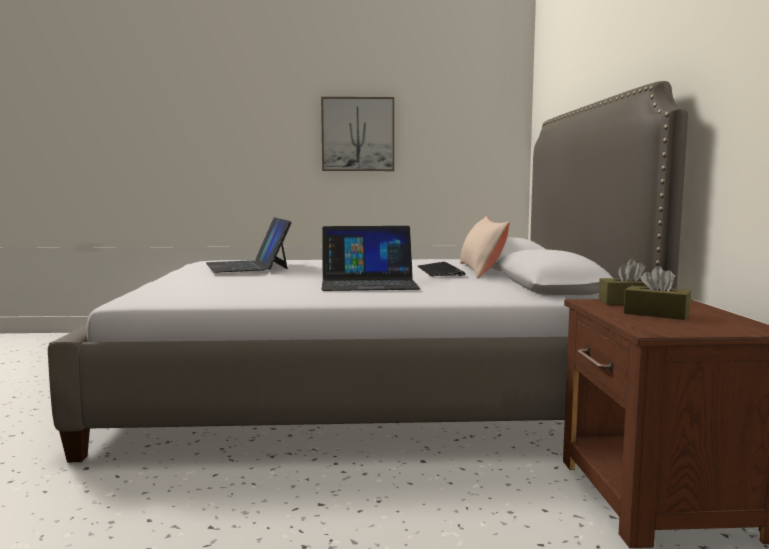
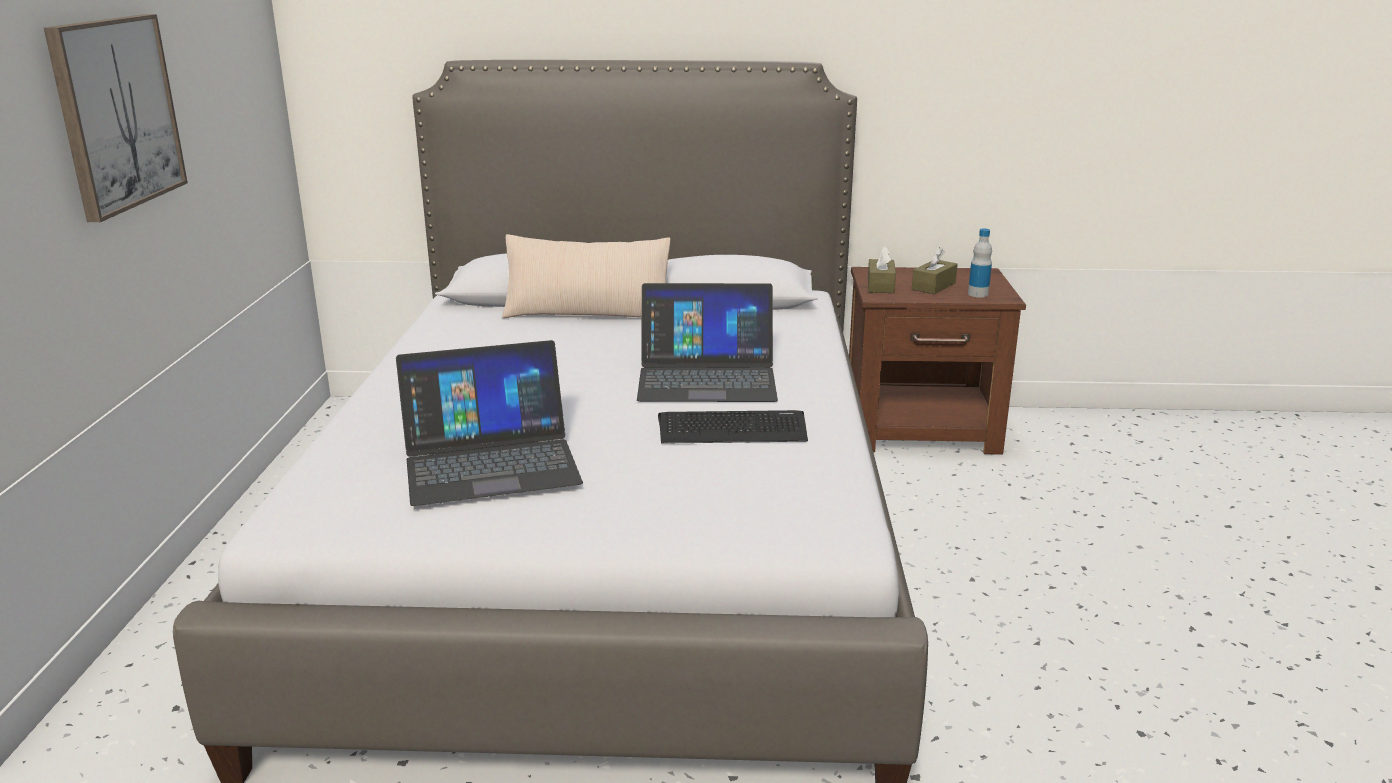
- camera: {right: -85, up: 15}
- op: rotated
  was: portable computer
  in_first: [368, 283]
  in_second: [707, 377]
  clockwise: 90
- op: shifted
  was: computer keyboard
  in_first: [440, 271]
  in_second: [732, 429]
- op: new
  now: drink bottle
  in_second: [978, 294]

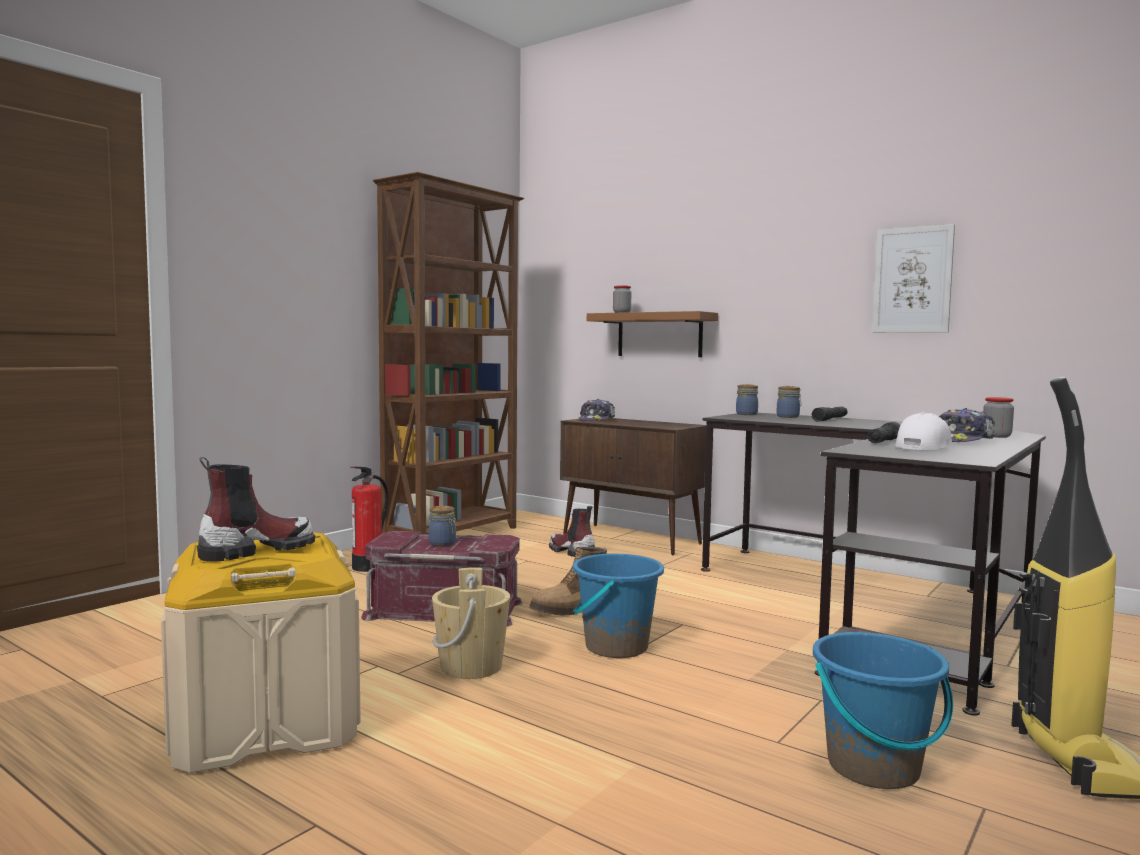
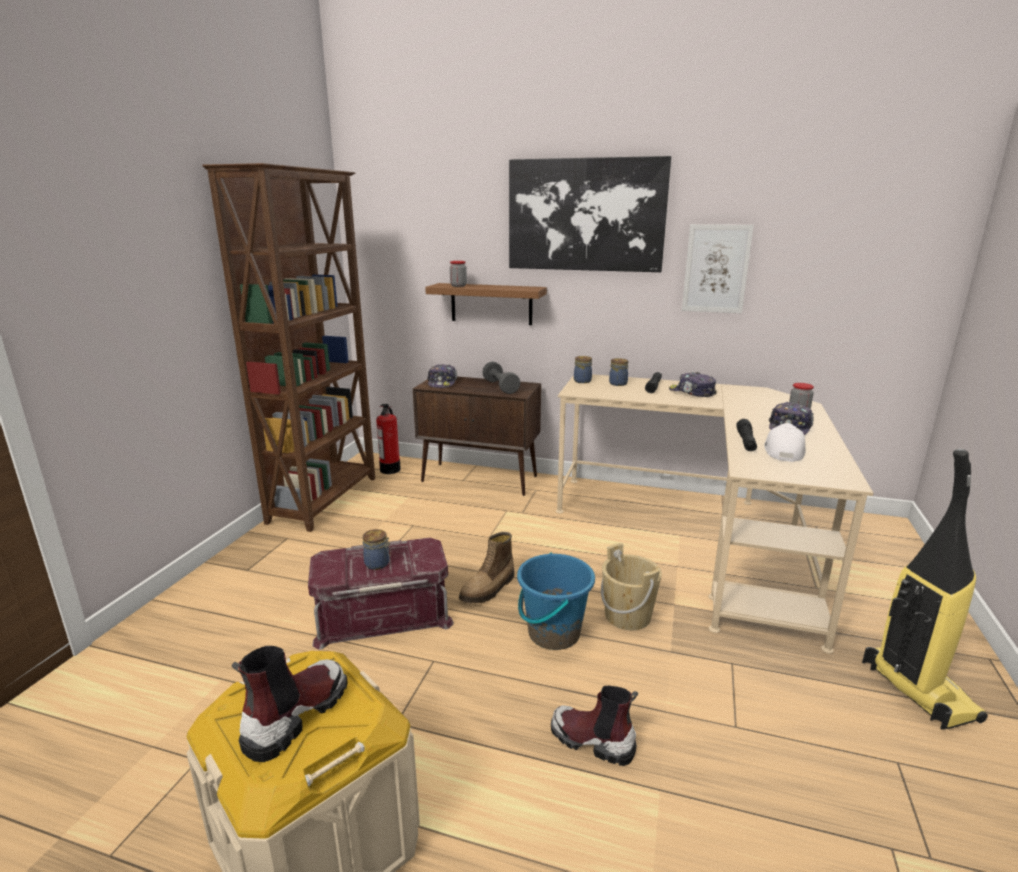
- camera: {right: -20, up: 15}
- op: shifted
  was: fire extinguisher
  in_first: [367, 567]
  in_second: [390, 469]
- op: new
  now: hand weight (grey)
  in_second: [500, 387]
- op: new
  now: picture
  in_second: [586, 215]
- op: shifted
  was: high-top boot
  in_first: [571, 552]
  in_second: [592, 741]
- op: repainted
  was: desk unit (black-coloured)
  now: desk unit (sand-coloured)
  in_first: [876, 608]
  in_second: [700, 536]
- op: shifted
  was: water bucket (sand-coloured)
  in_first: [471, 666]
  in_second: [627, 616]
- op: new
  now: cap
  in_second: [692, 393]
- op: gone
  was: water bucket (bluish)
  in_first: [873, 767]

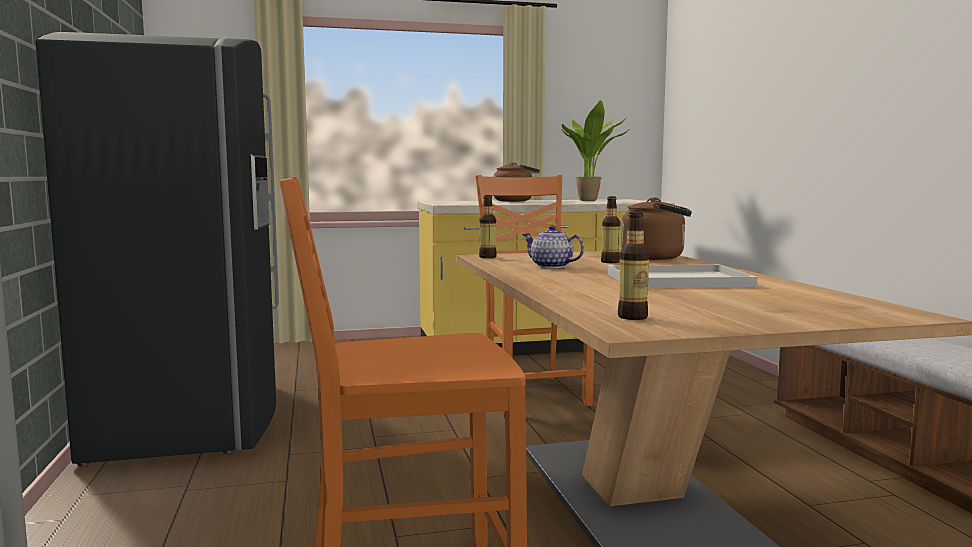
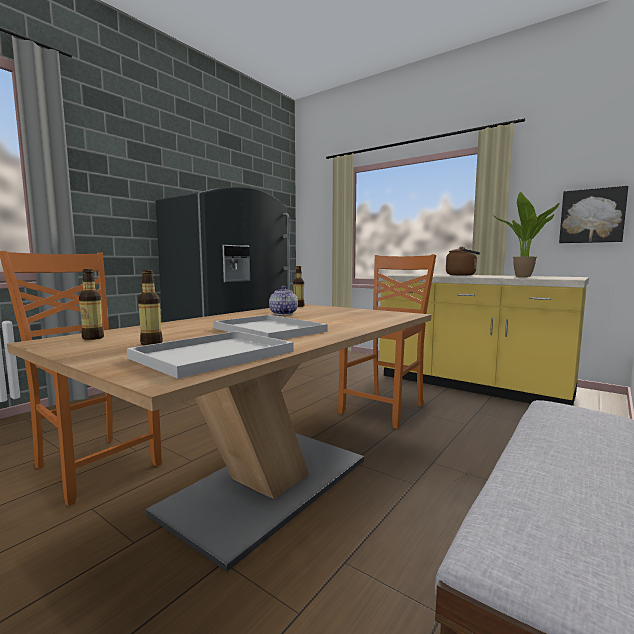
- camera: {right: 50, up: 0}
- op: new
  now: carrying tray (whitish)
  in_second: [211, 355]
- op: shifted
  was: drink bottle
  in_first: [610, 262]
  in_second: [151, 343]
- op: new
  now: picture
  in_second: [592, 216]
- op: gone
  was: water kettle (brown-coloured)
  in_first: [657, 258]

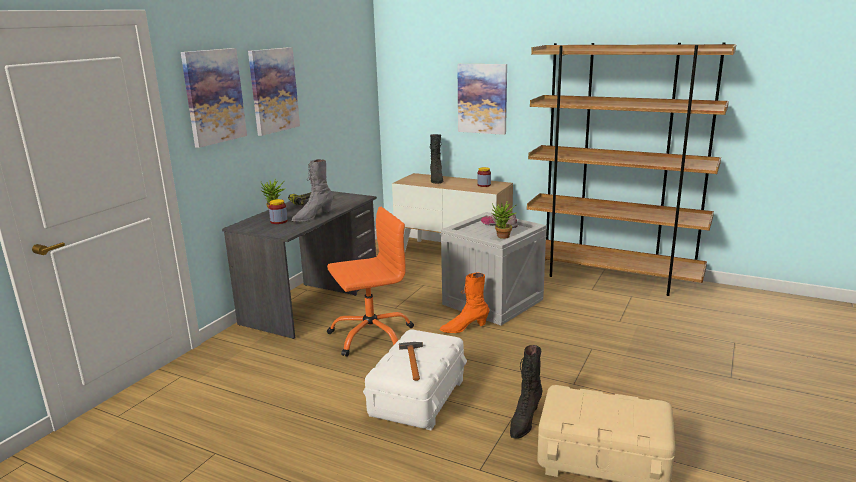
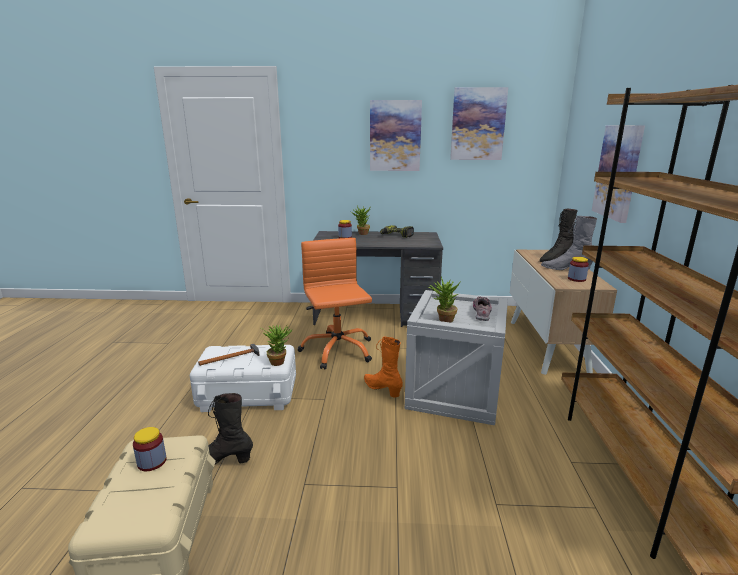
- camera: {right: 65, up: 0}
- op: new
  now: preserve jar
  in_second: [152, 462]
- op: new
  now: houseplant
  in_second: [279, 361]
- op: rotated
  was: computer chair (orange)
  in_first: [371, 336]
  in_second: [337, 350]
  clockwise: -150
- op: shifted
  was: picture
  in_first: [214, 96]
  in_second: [478, 124]
- op: shifted
  was: high-top boot (grey)
  in_first: [312, 217]
  in_second: [566, 269]

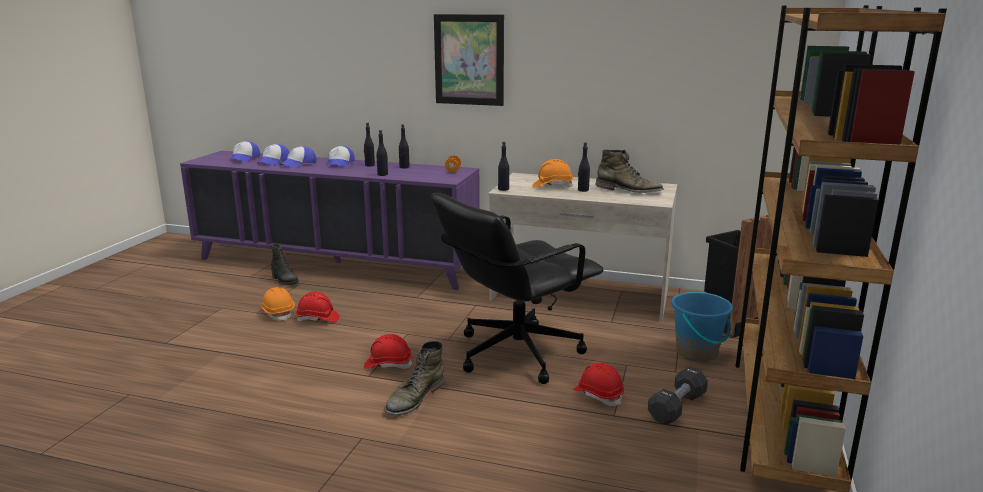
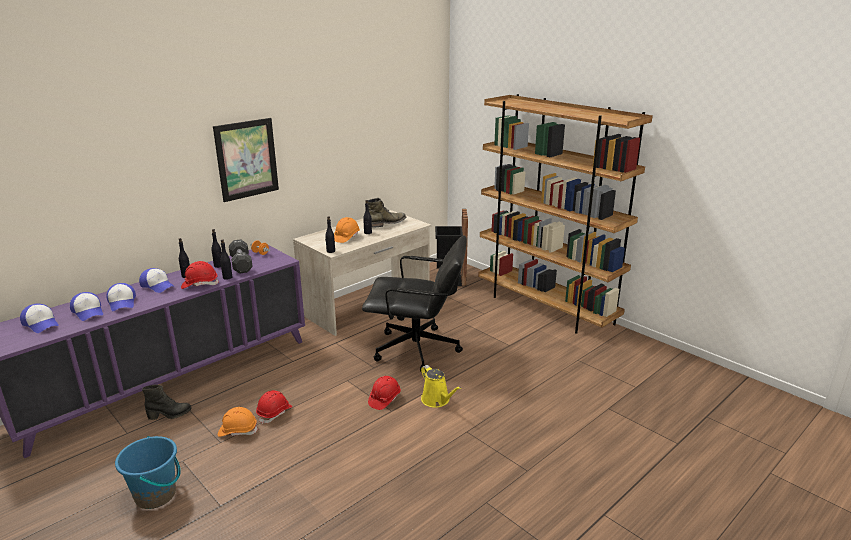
- camera: {right: -60, up: 5}
- op: shifted
  was: water bucket (bluish)
  in_first: [697, 352]
  in_second: [156, 495]
- op: shifted
  was: safety helmet (red)
  in_first: [598, 395]
  in_second: [200, 284]
- op: shifted
  was: hand weight (black-coloured)
  in_first: [677, 407]
  in_second: [241, 264]
- op: rotated
  was: computer chair (black-coloured)
  in_first: [516, 353]
  in_second: [417, 350]
  clockwise: -75
- op: swapped
  was: high-top boot (green)
  now: watering pot (yellow)
  in_first: [414, 398]
  in_second: [437, 400]

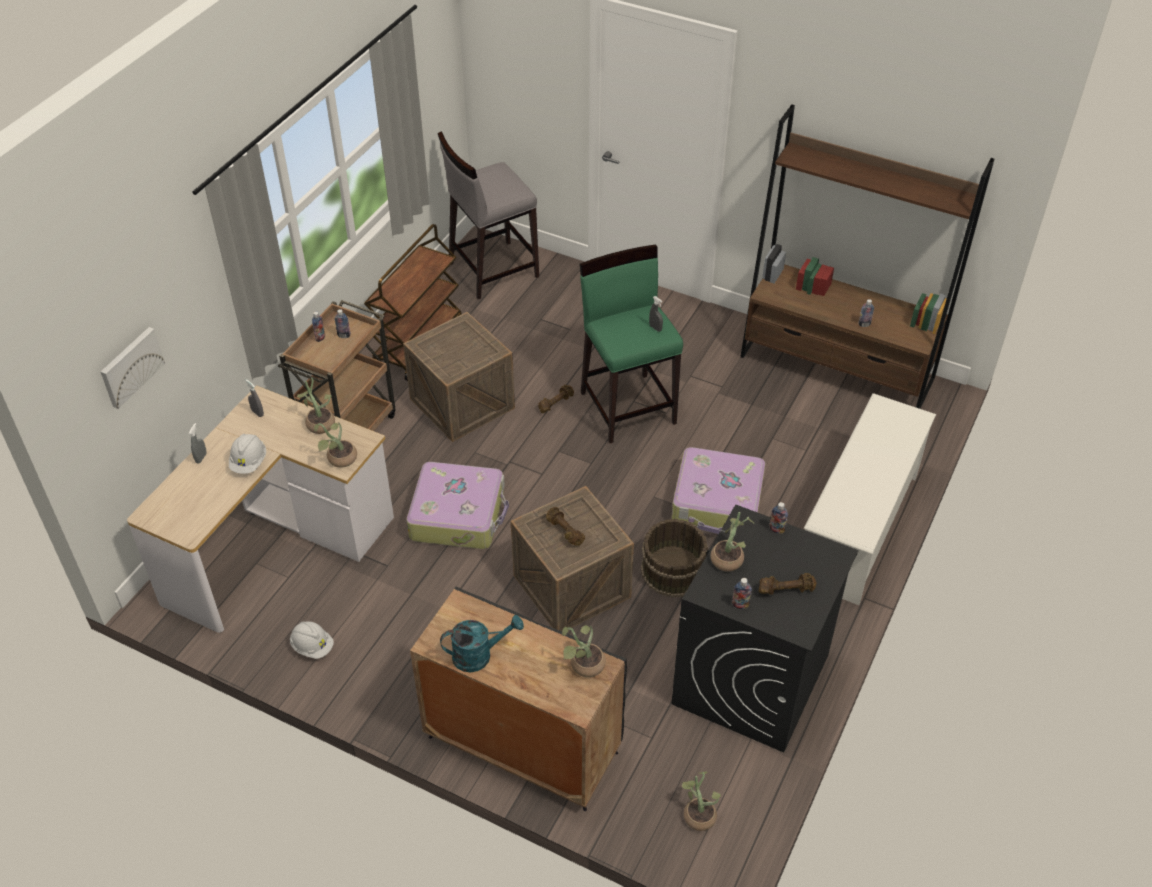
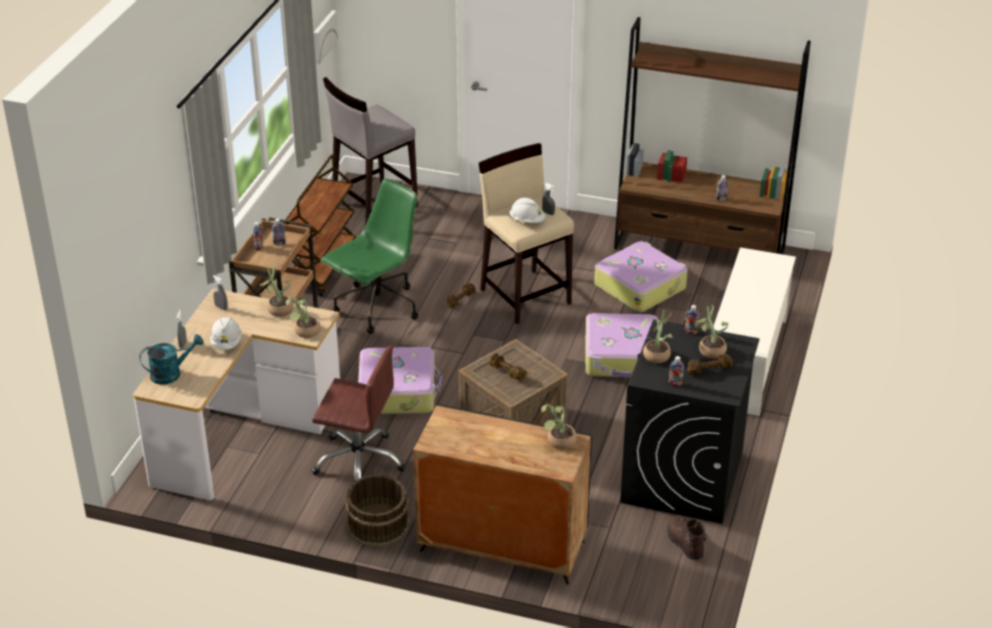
- camera: {right: -10, up: -10}
- op: shifted
  was: watering pot (turquoise)
  in_first: [479, 655]
  in_second: [171, 373]
- op: new
  now: computer chair (brown-coloured)
  in_second: [359, 462]
- op: shifted
  was: picture
  in_first: [130, 366]
  in_second: [323, 36]
- op: swapped
  was: shipping crate
  now: computer chair (green)
  in_first: [462, 403]
  in_second: [376, 308]
- op: shifted
  was: water bucket (brown-coloured)
  in_first: [672, 570]
  in_second: [377, 524]
- op: repainted
  was: stool seat (green)
  now: stool seat (sand-coloured)
  in_first: [628, 407]
  in_second: [525, 296]
- op: shifted
  was: safety helmet (whitish)
  in_first: [312, 646]
  in_second: [527, 220]
- op: new
  now: travel case
  in_second: [640, 286]
- op: new
  now: high-top boot (brown-coloured)
  in_second: [684, 543]
- op: shifted
  was: houseplant
  in_first: [698, 813]
  in_second: [710, 349]

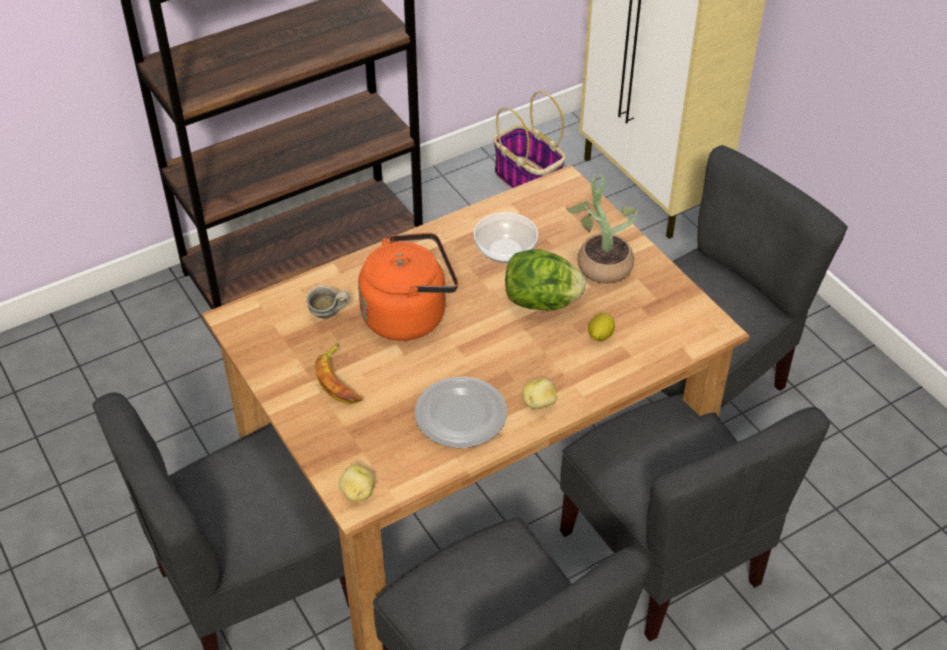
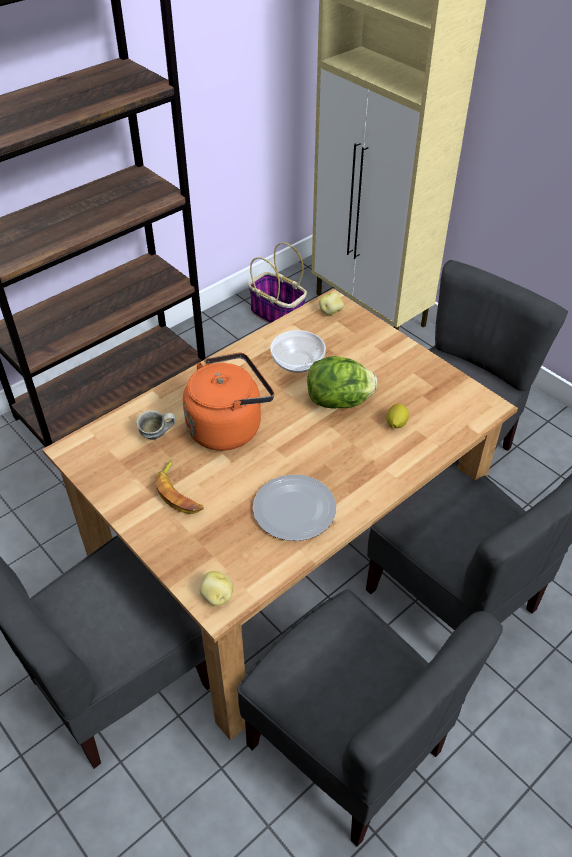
- camera: {right: -10, up: 0}
- op: shifted
  was: potato
  in_first: [539, 403]
  in_second: [331, 312]
- op: gone
  was: houseplant
  in_first: [600, 263]

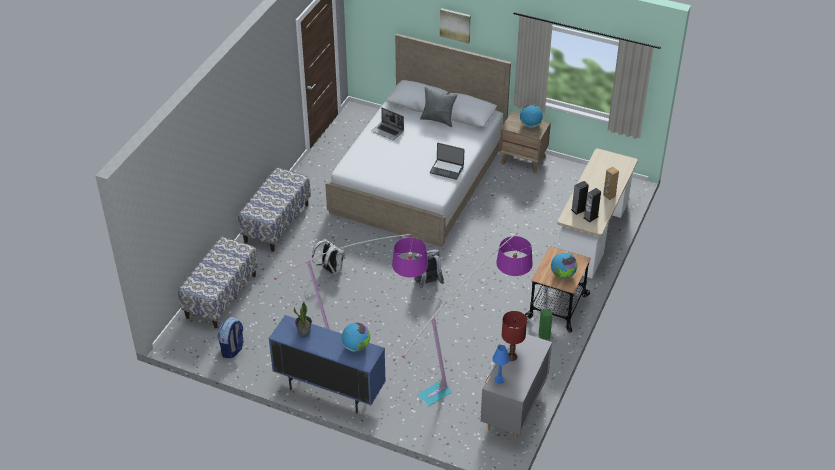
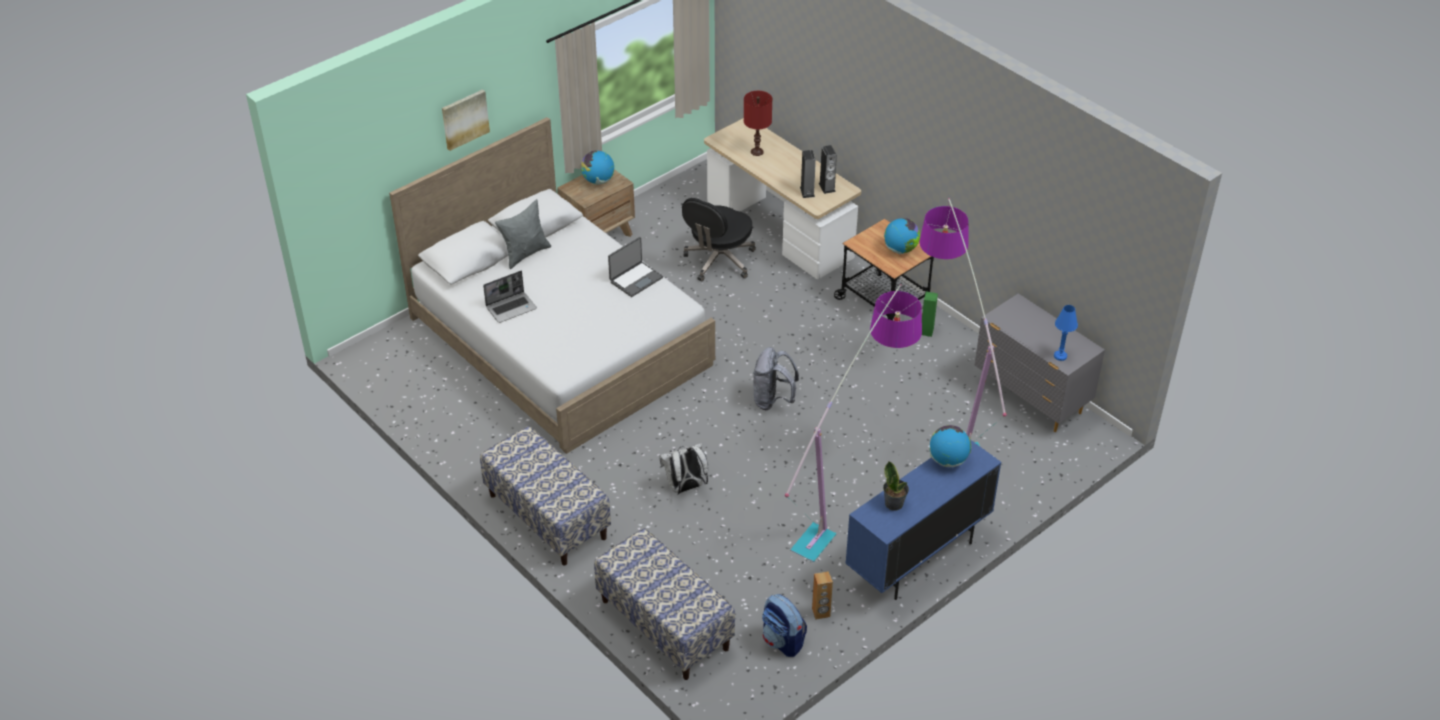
- camera: {right: -65, up: 0}
- op: new
  now: computer chair (black-coloured)
  in_second: [719, 261]
- op: shifted
  was: table lamp (red)
  in_first: [511, 356]
  in_second: [756, 152]
- op: shifted
  was: audio speaker (brown-coloured)
  in_first: [609, 196]
  in_second: [821, 613]

